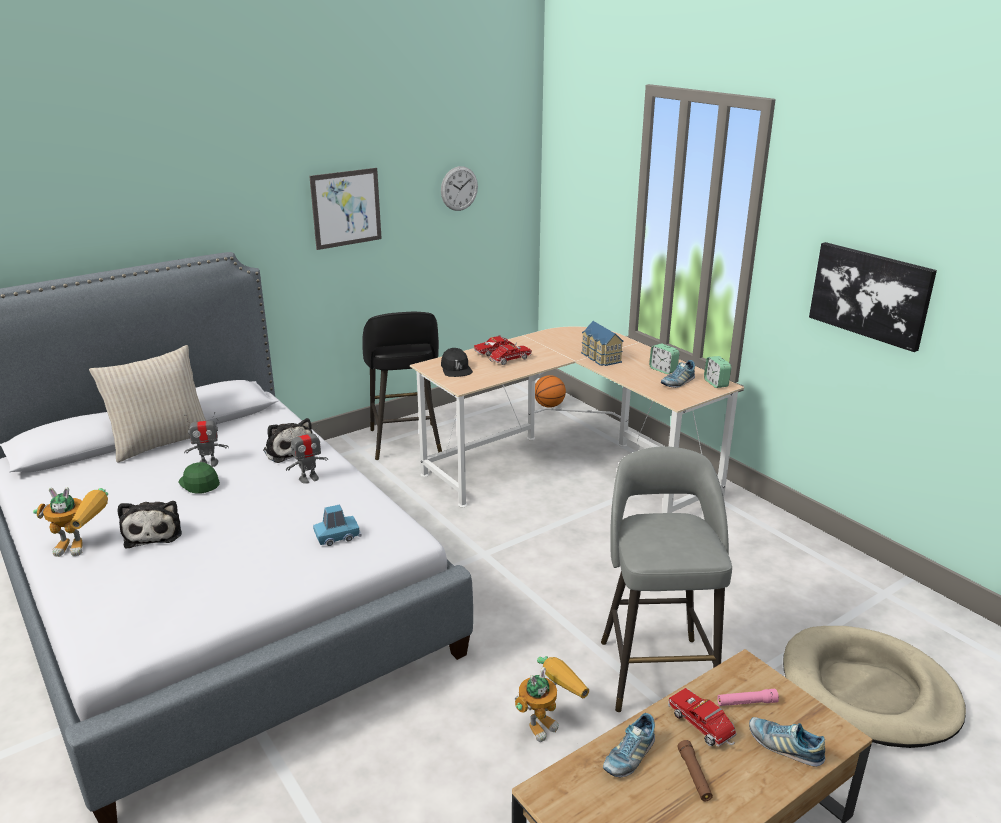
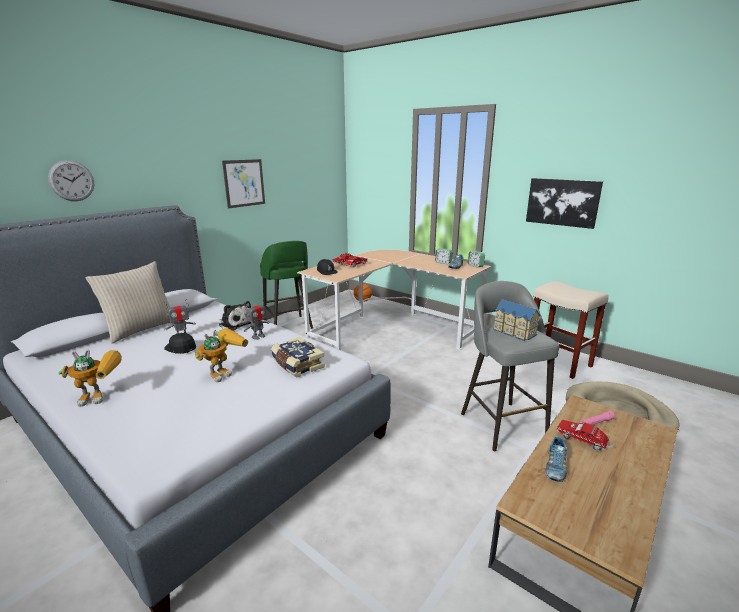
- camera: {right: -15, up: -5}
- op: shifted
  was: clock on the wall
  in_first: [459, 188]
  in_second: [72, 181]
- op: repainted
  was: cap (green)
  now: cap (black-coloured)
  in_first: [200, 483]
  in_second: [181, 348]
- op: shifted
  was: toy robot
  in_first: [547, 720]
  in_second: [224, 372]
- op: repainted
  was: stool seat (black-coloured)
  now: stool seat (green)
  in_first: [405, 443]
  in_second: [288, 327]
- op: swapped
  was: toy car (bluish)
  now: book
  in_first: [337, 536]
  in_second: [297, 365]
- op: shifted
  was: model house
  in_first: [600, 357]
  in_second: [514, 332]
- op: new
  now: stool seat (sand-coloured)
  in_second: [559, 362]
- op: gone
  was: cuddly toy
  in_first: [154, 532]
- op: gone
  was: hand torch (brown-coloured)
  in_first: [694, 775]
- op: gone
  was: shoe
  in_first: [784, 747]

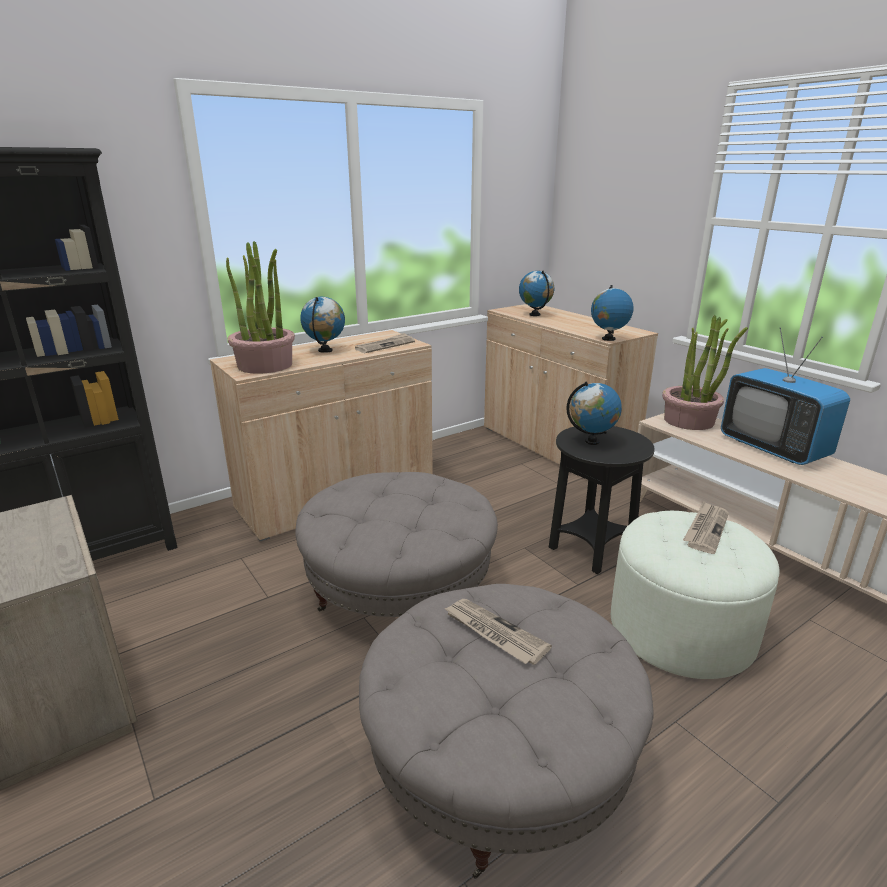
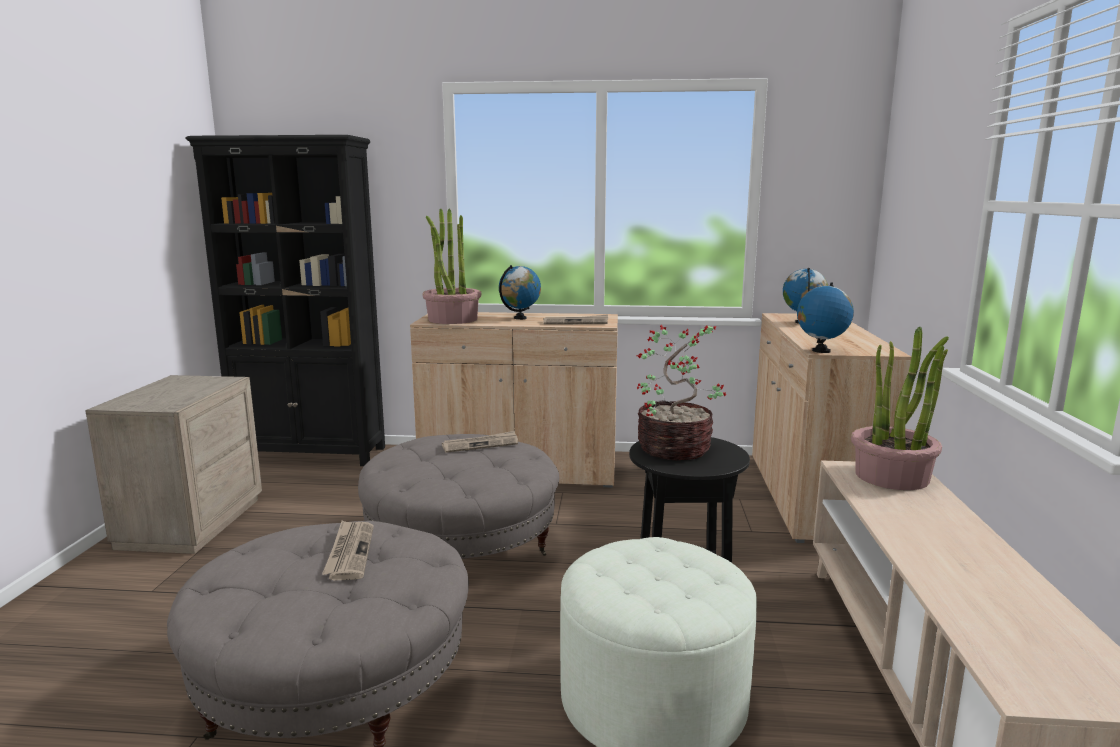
- camera: {right: 40, up: -10}
- op: shifted
  was: newspaper
  in_first: [706, 529]
  in_second: [480, 444]
- op: swapped
  was: desk globe
  now: houseplant
  in_first: [592, 441]
  in_second: [676, 449]
- op: gone
  was: television
  in_first: [773, 448]

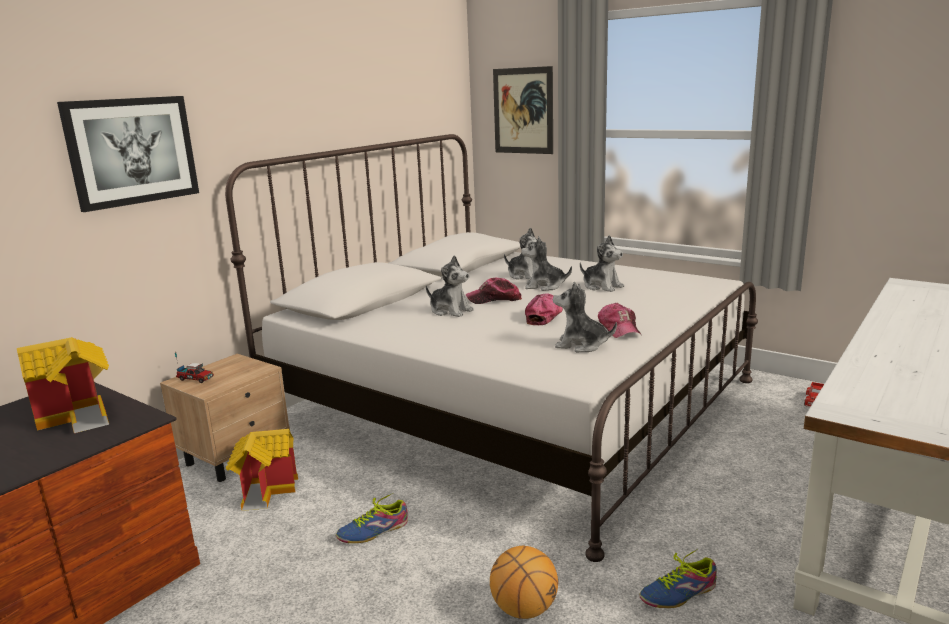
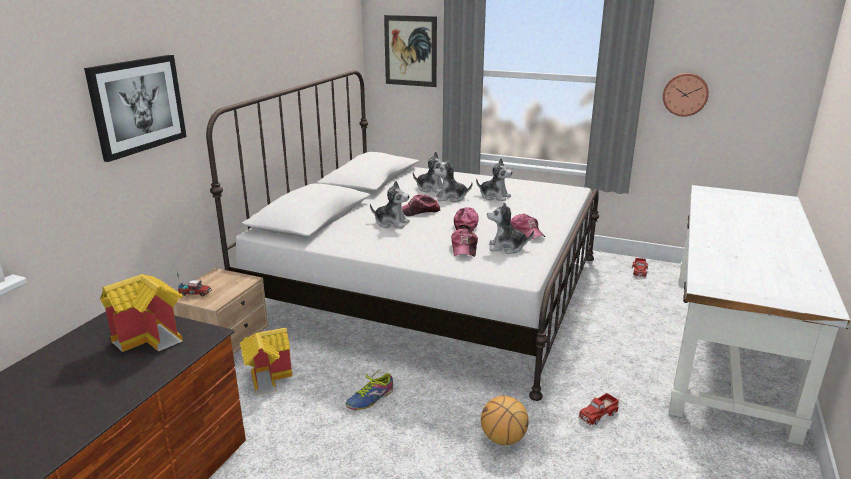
- camera: {right: -15, up: 5}
- op: new
  now: cap
  in_second: [464, 249]
- op: swapped
  was: shoe
  now: model truck
  in_first: [679, 593]
  in_second: [598, 414]
- op: new
  now: clock on the wall
  in_second: [685, 94]

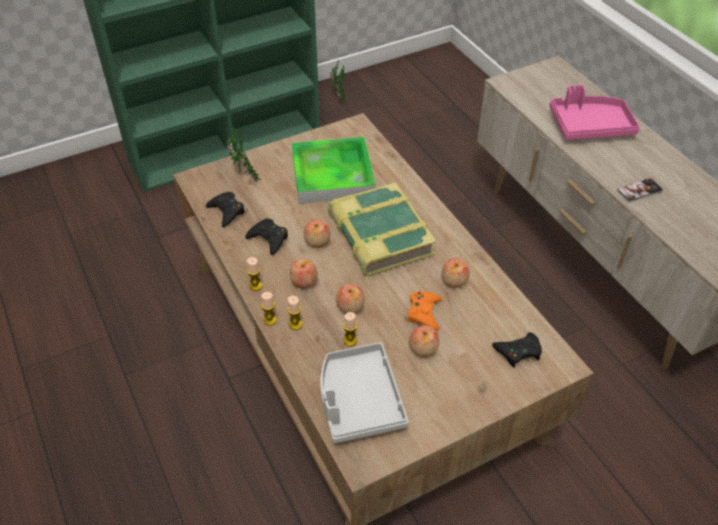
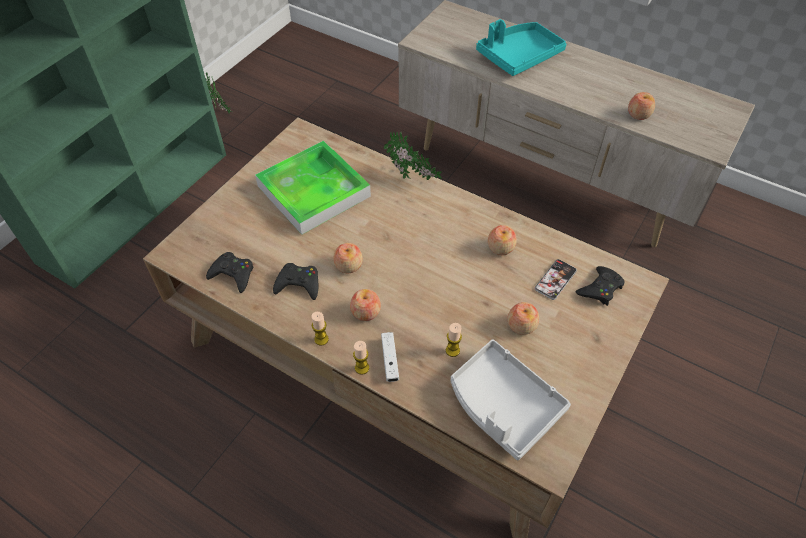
- camera: {right: -30, up: 5}
- op: swapped
  was: wax candle
  now: gamepad (whitish)
  in_first: [295, 324]
  in_second: [390, 360]
- op: shifted
  was: houseplant
  in_first: [245, 176]
  in_second: [411, 179]
- op: repainted
  was: carrying tray (pink)
  now: carrying tray (turquoise)
  in_first: [590, 126]
  in_second: [518, 56]
- op: shifted
  was: telephone
  in_first: [639, 191]
  in_second: [555, 280]
- op: shifted
  was: apple fruit
  in_first: [350, 306]
  in_second: [638, 114]
- op: gone
  was: book
  in_first: [379, 236]
- op: gone
  was: gamepad (orange)
  in_first: [424, 313]

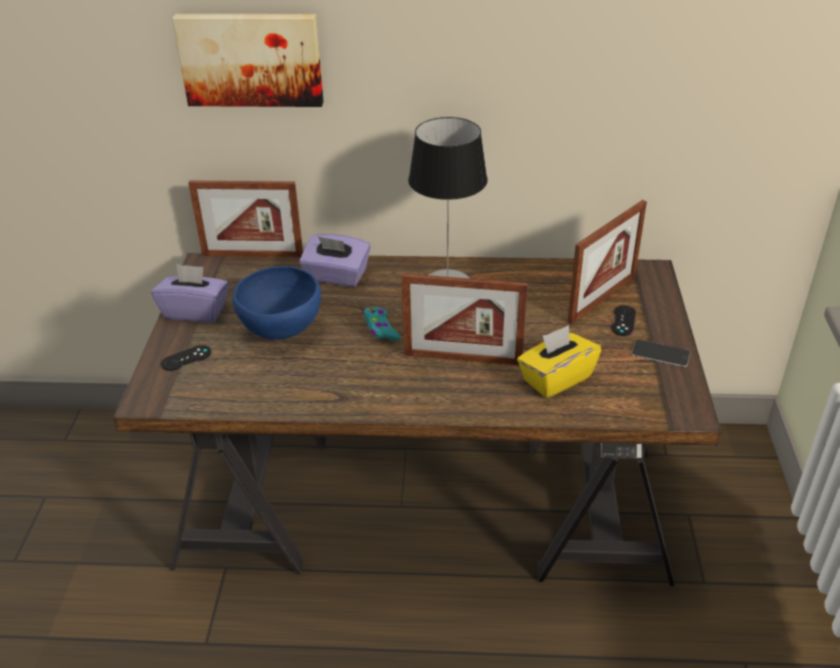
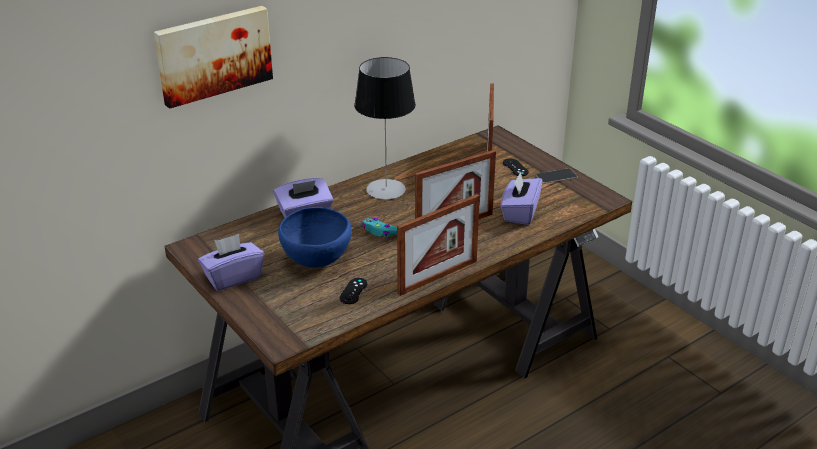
- camera: {right: -40, up: -5}
- op: shifted
  was: gamepad (black-coloured)
  in_first: [186, 358]
  in_second: [353, 291]
- op: shifted
  was: photo frame
  in_first: [252, 255]
  in_second: [438, 277]
- op: repainted
  was: box of tissues (yellow)
  now: box of tissues (purple)
  in_first: [556, 378]
  in_second: [520, 212]

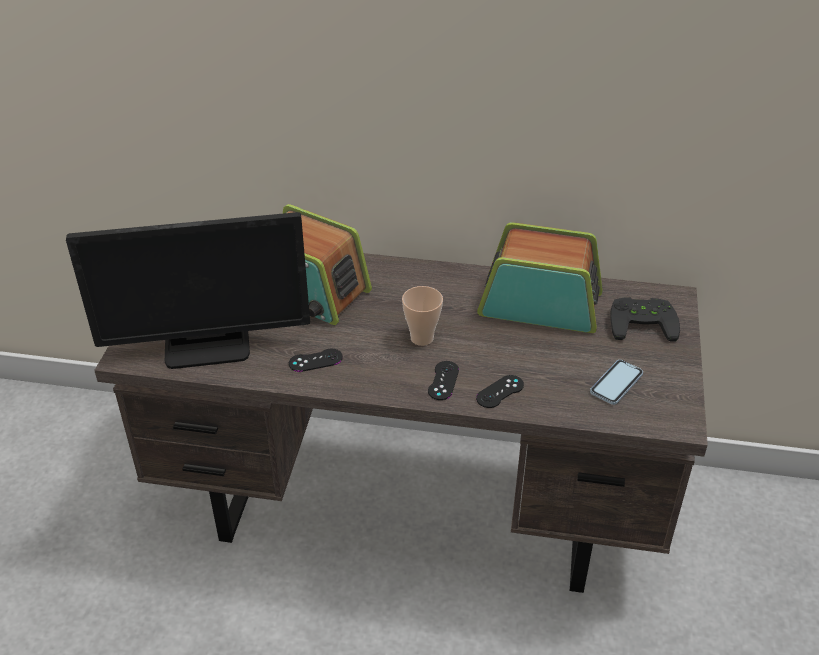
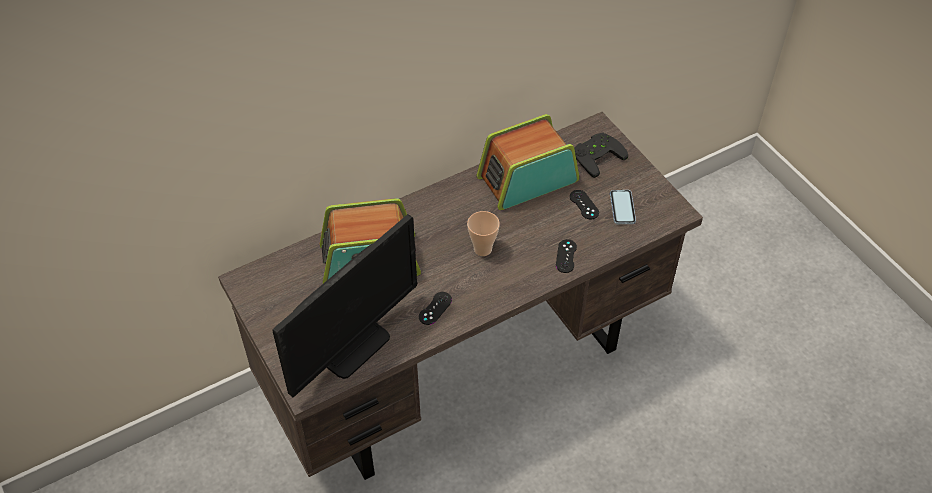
- camera: {right: -40, up: 10}
- op: shifted
  was: gamepad (black-coloured)
  in_first: [443, 380]
  in_second: [584, 205]

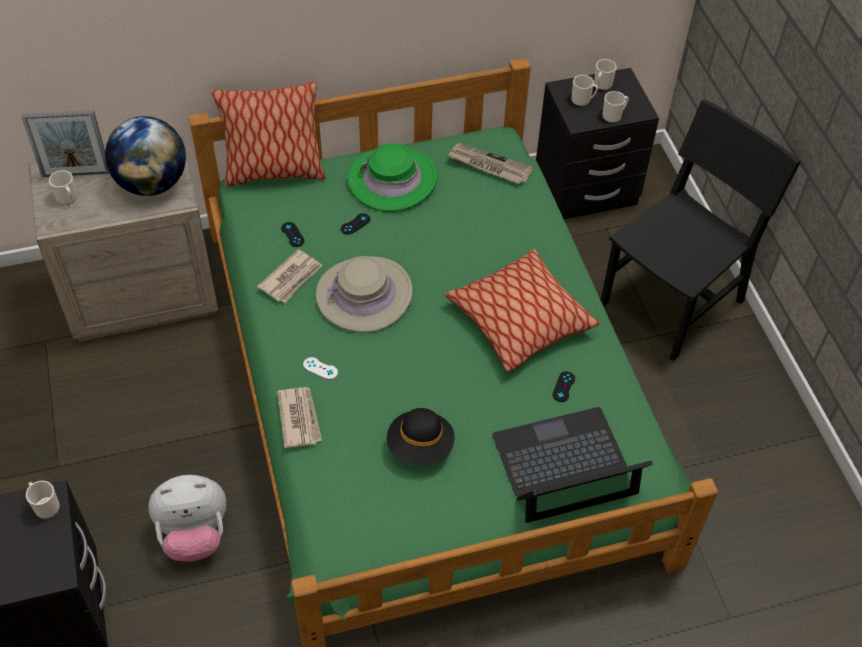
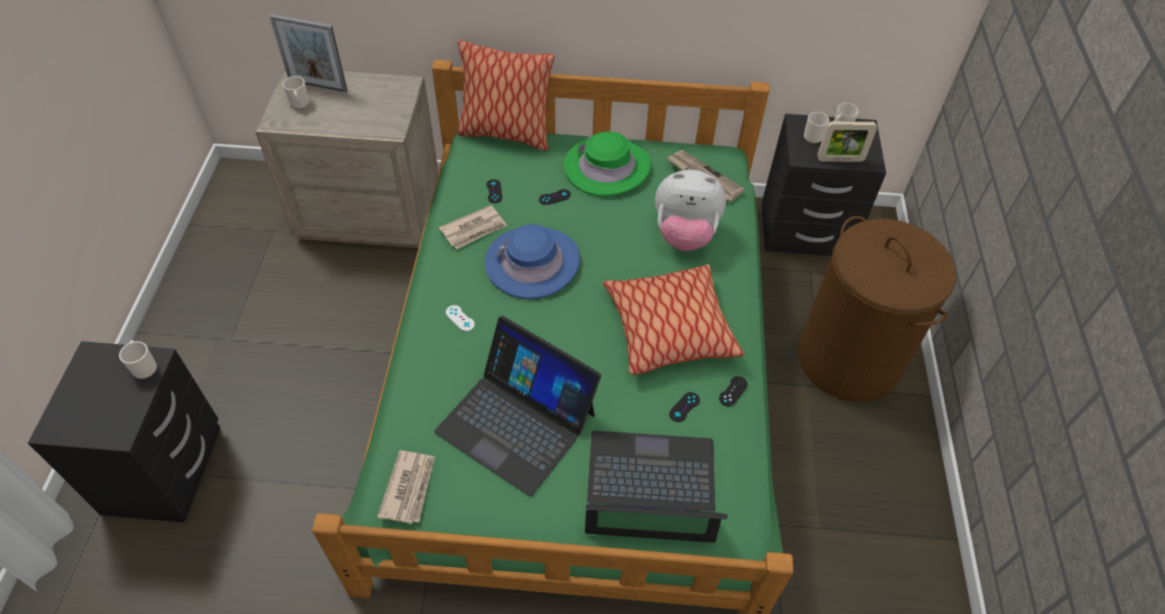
- camera: {right: 20, up: 0}
- op: shifted
  was: newspaper
  in_first: [299, 418]
  in_second: [409, 487]
- op: swapped
  was: clothing hat (black-coloured)
  now: portable computer
  in_first: [420, 447]
  in_second: [517, 422]
- op: repainted
  was: clothing hat (sand-coloured)
  now: clothing hat (bluish)
  in_first: [364, 295]
  in_second: [532, 263]
- op: shifted
  was: cuddly toy
  in_first: [194, 535]
  in_second: [685, 234]
- op: new
  now: gamepad (black-coloured)
  in_second: [733, 391]
- op: swapped
  was: plain chair (black-coloured)
  now: hamper (brown-coloured)
  in_first: [672, 302]
  in_second: [849, 359]
- op: swapped
  was: coffee mug
  now: photo frame
  in_first: [613, 115]
  in_second: [840, 159]
- op: gone
  was: desk globe
  in_first: [152, 183]

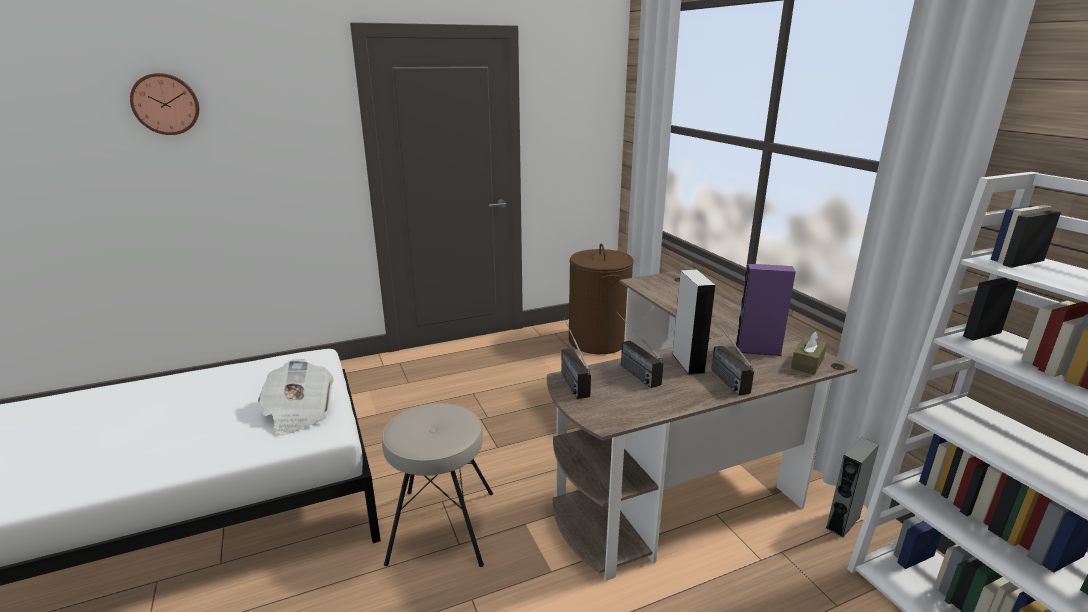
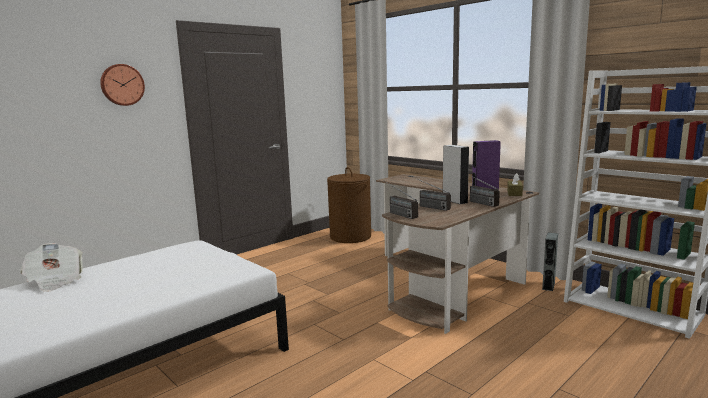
- camera: {right: -20, up: -10}
- op: shifted
  was: newspaper
  in_first: [299, 413]
  in_second: [55, 281]
- op: shifted
  was: clock on the wall
  in_first: [166, 104]
  in_second: [122, 85]
- op: gone
  was: stool seat (sand-coloured)
  in_first: [441, 526]

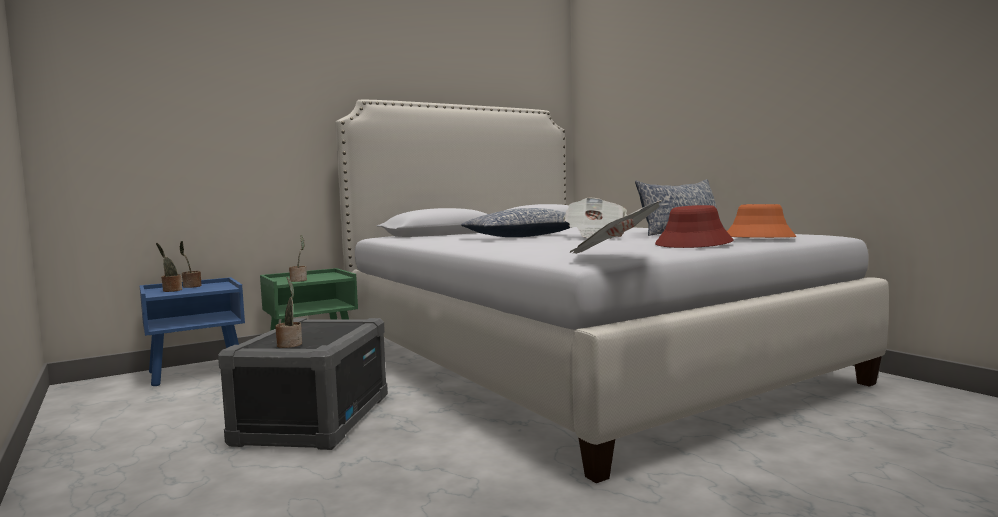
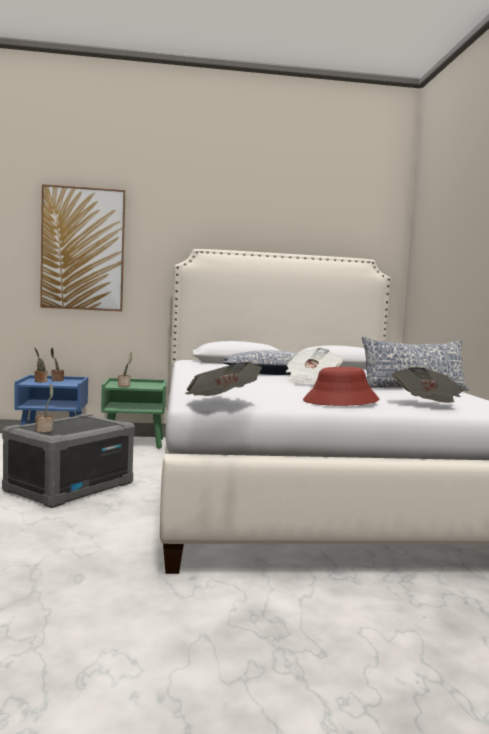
- camera: {right: 25, up: 0}
- op: new
  now: picture
  in_second: [83, 249]
- op: swapped
  was: clothing hat (orange)
  now: newspaper
  in_first: [758, 238]
  in_second: [427, 405]

